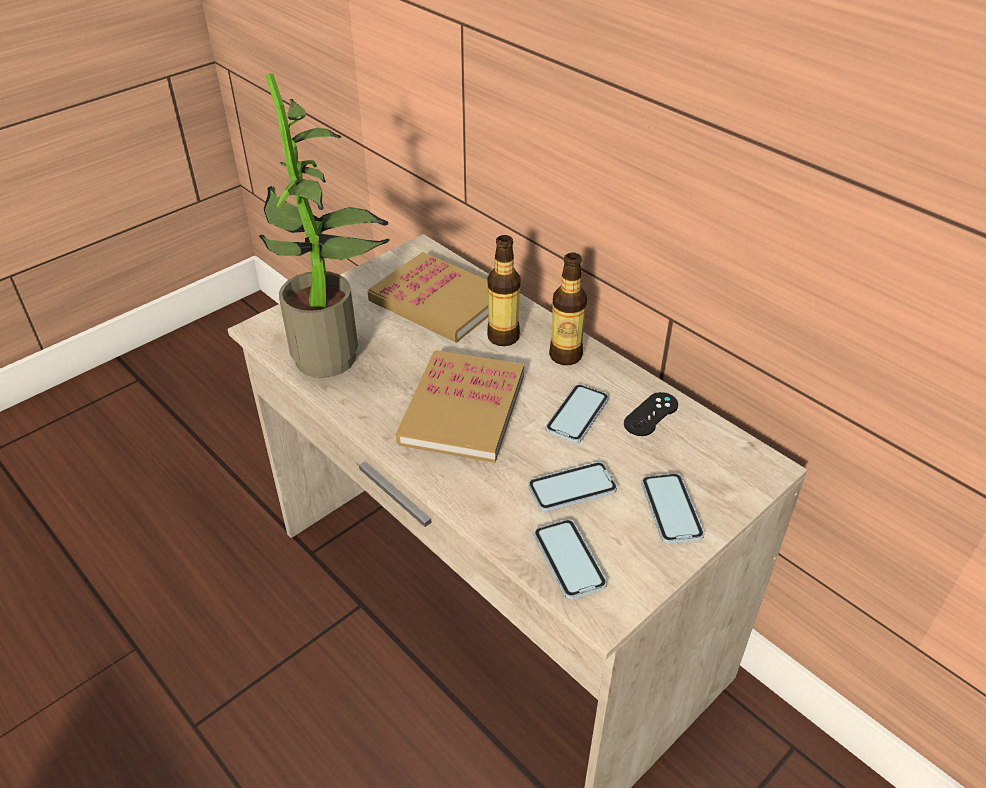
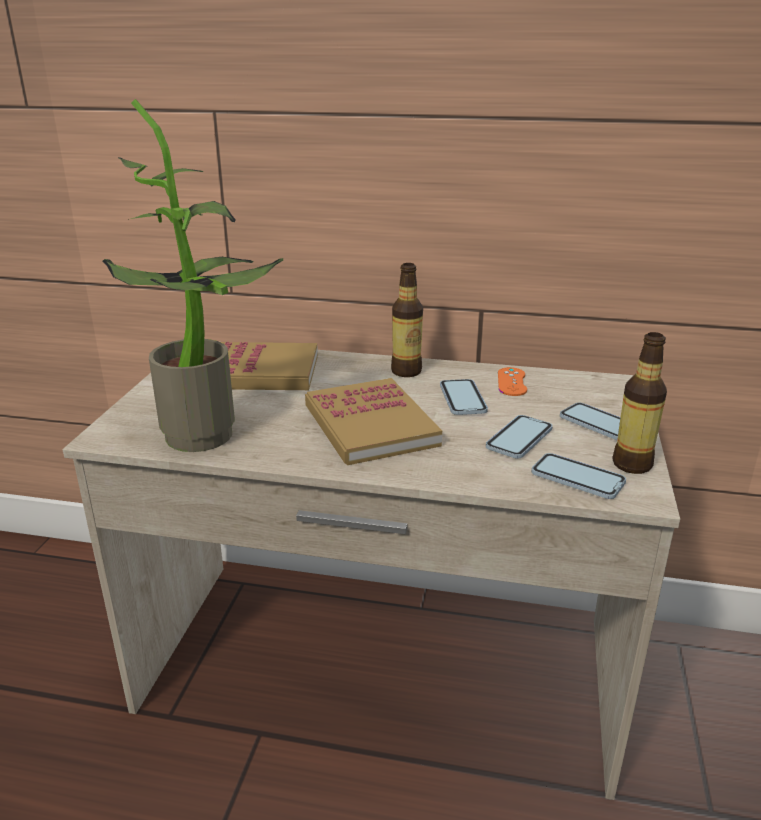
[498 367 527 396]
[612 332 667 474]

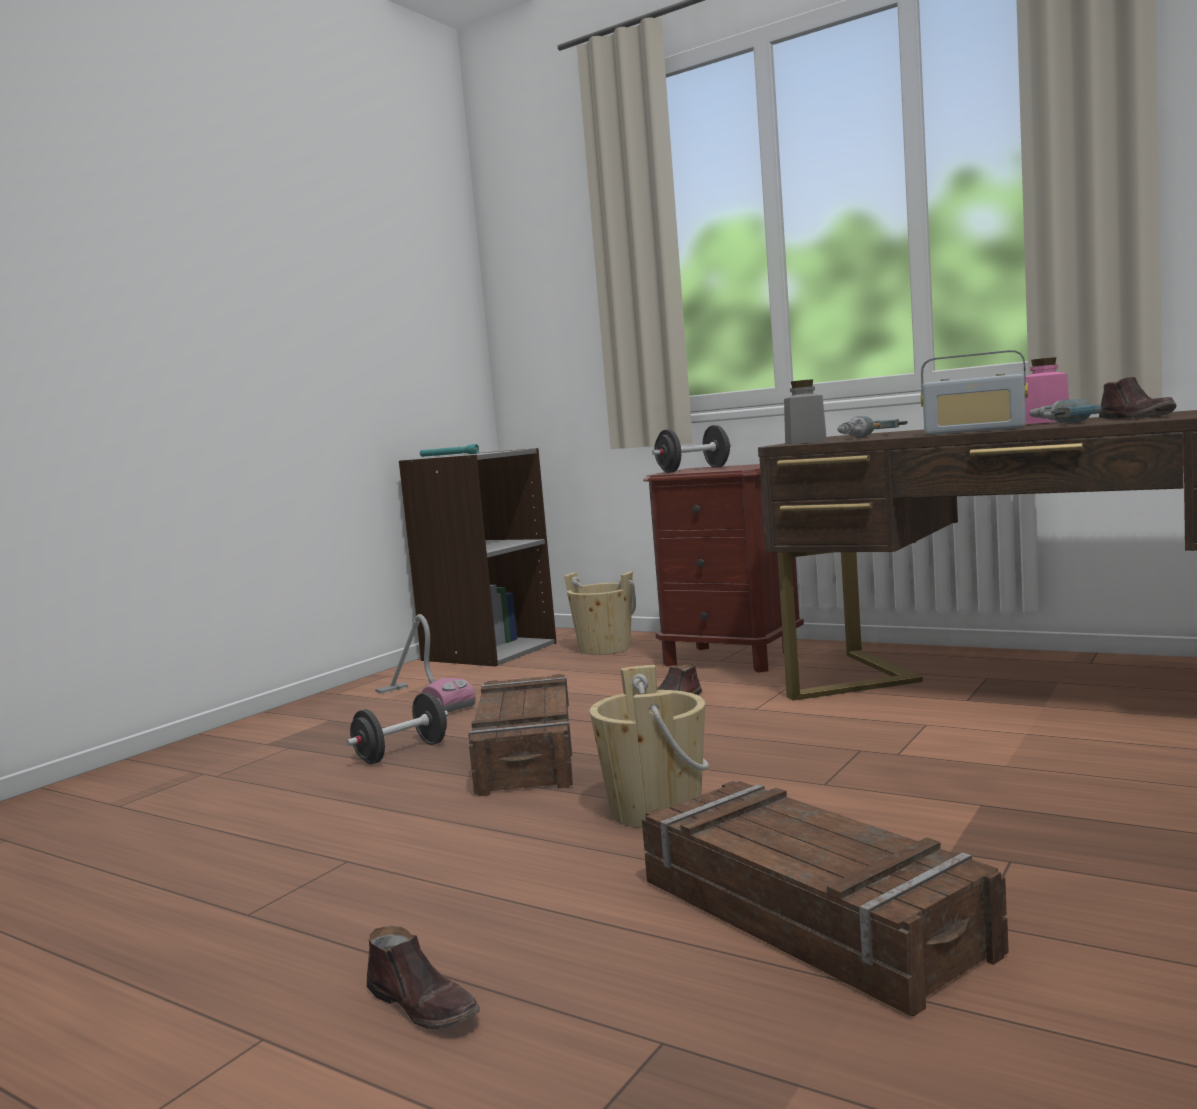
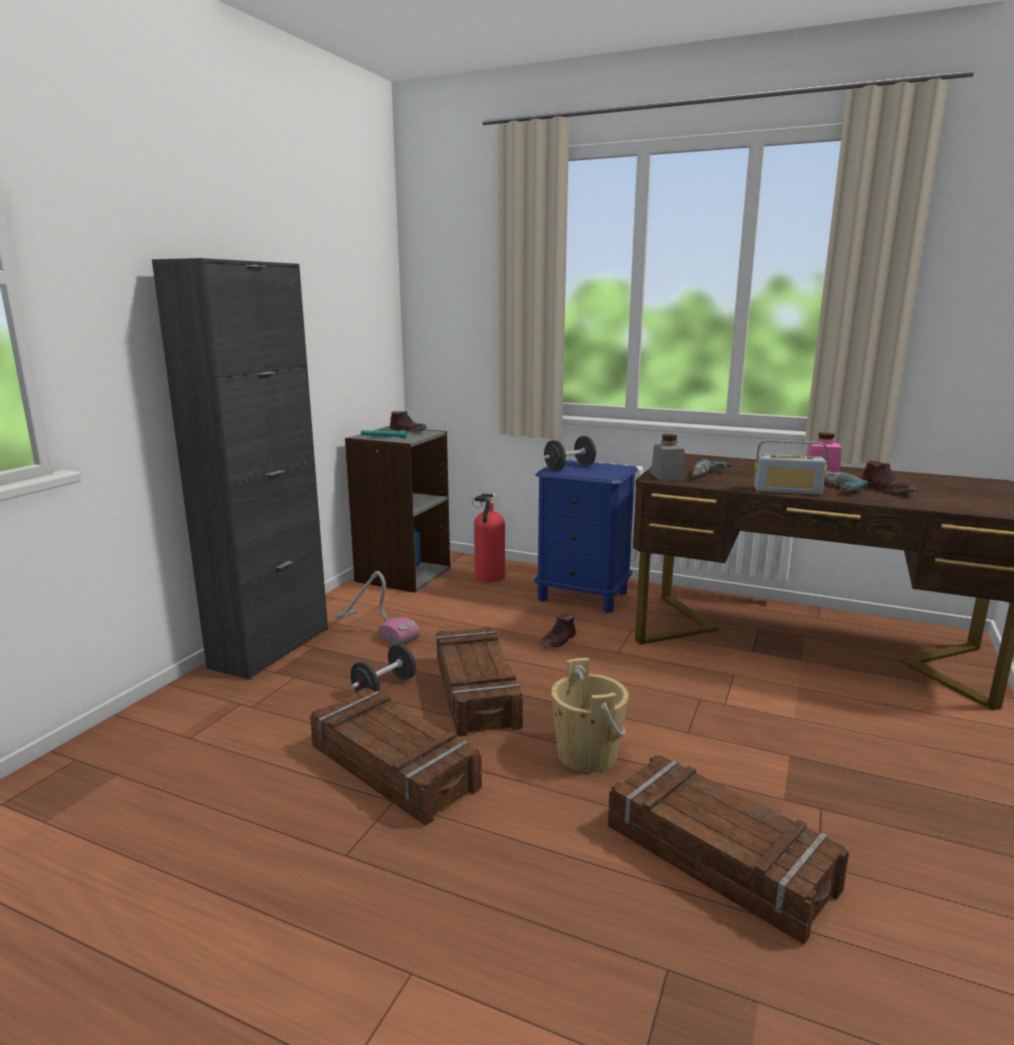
[152 258 328 680]
[310 688 482 825]
[390 411 427 432]
[472 493 505 582]
[534 460 638 613]

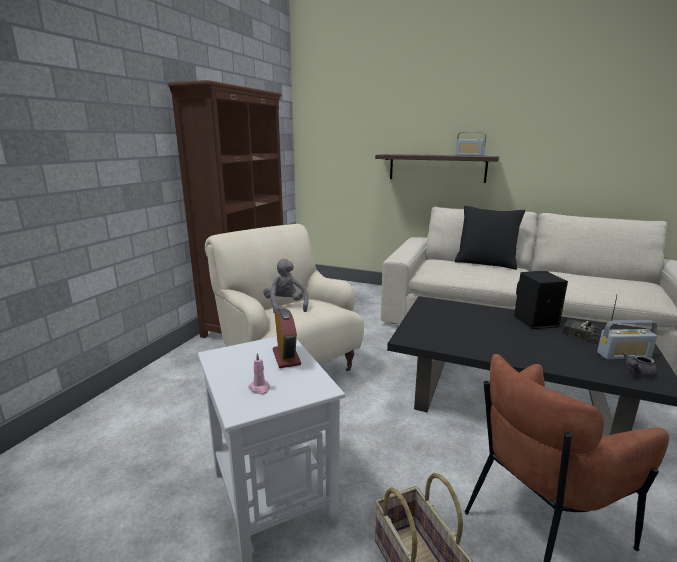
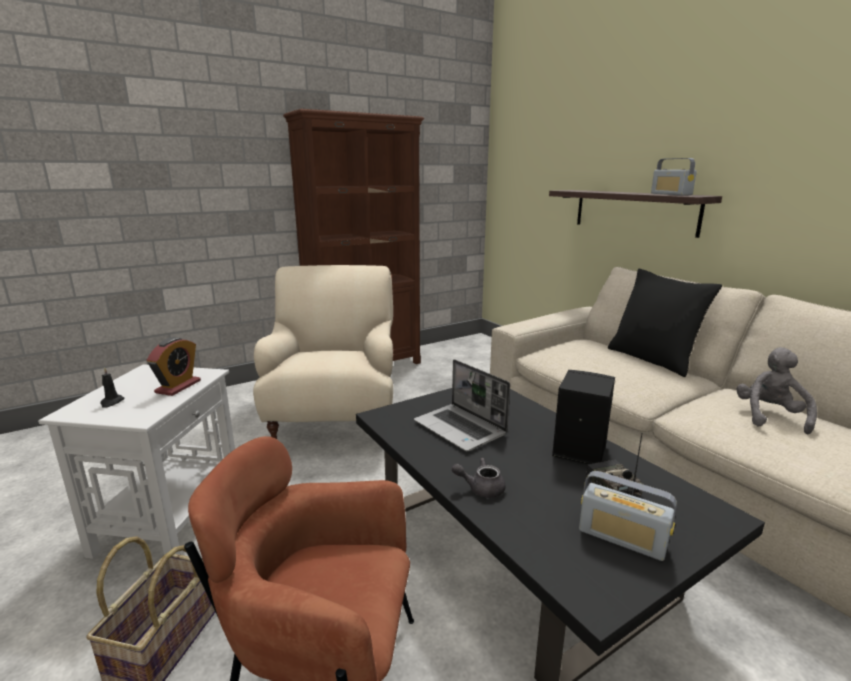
[100 367 125 408]
[414 359 510 451]
[452 458 505 498]
[736 347 817 434]

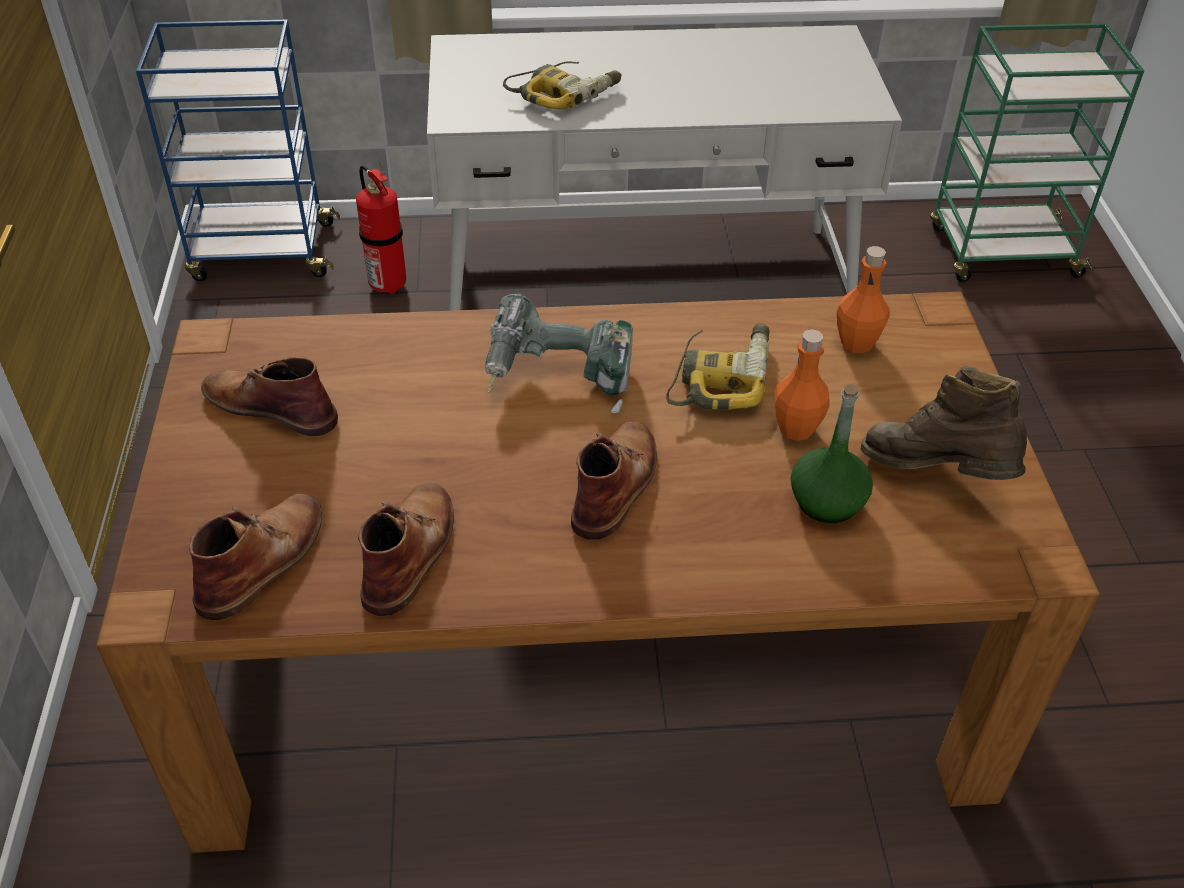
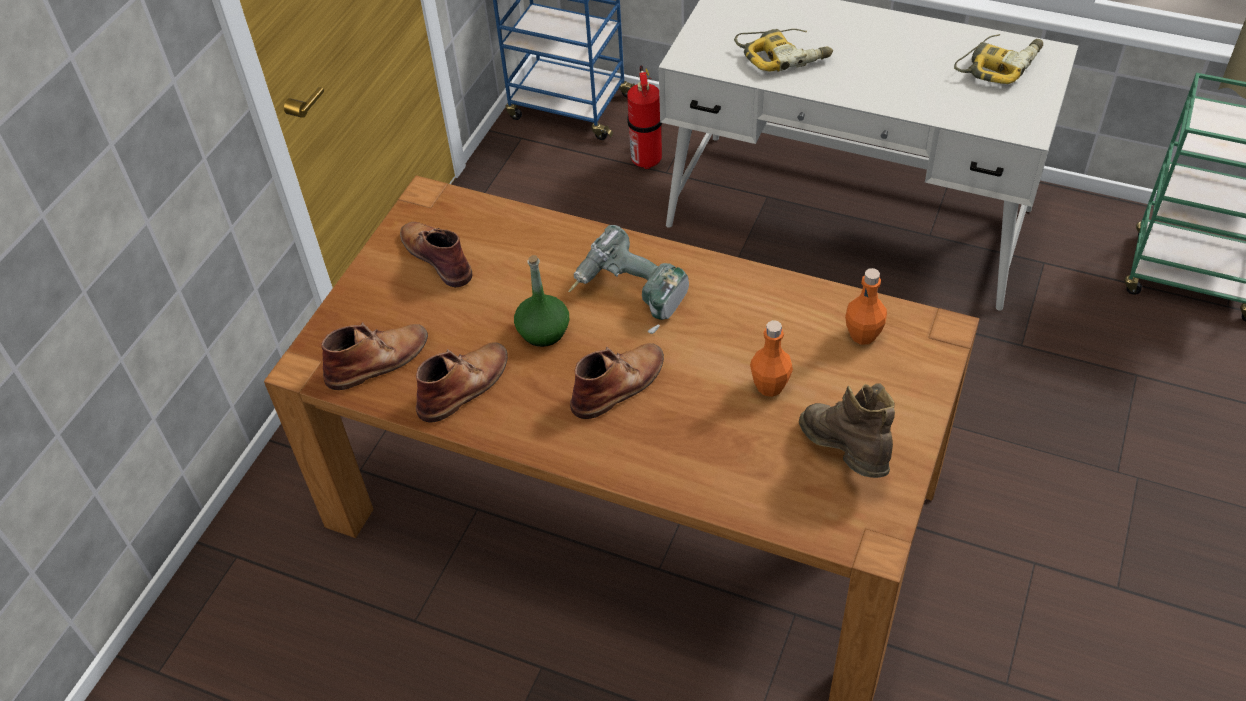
[514 255 569 347]
[954 34 1043 84]

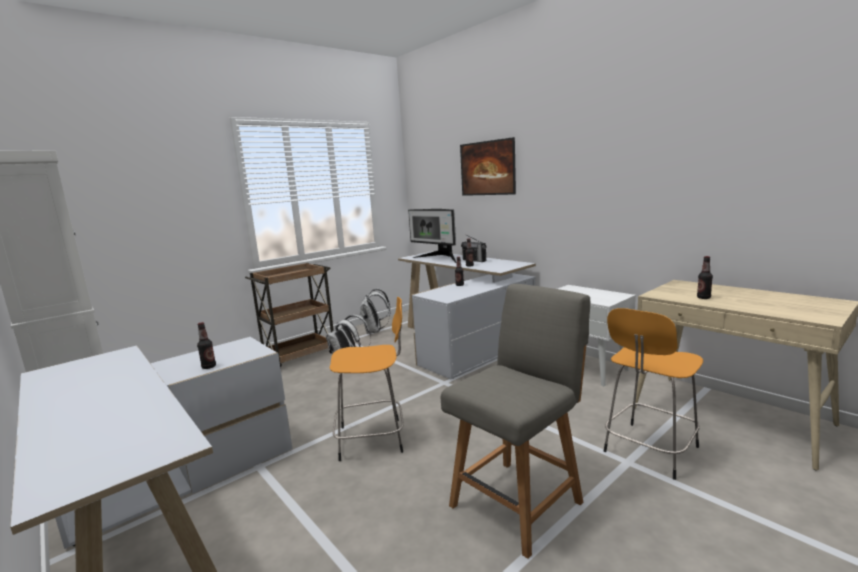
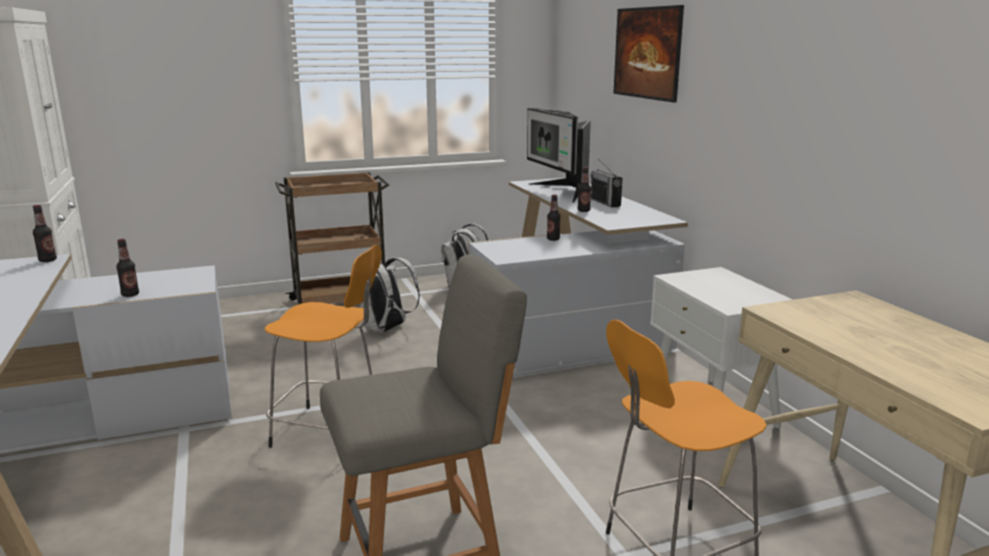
[33 205 57 262]

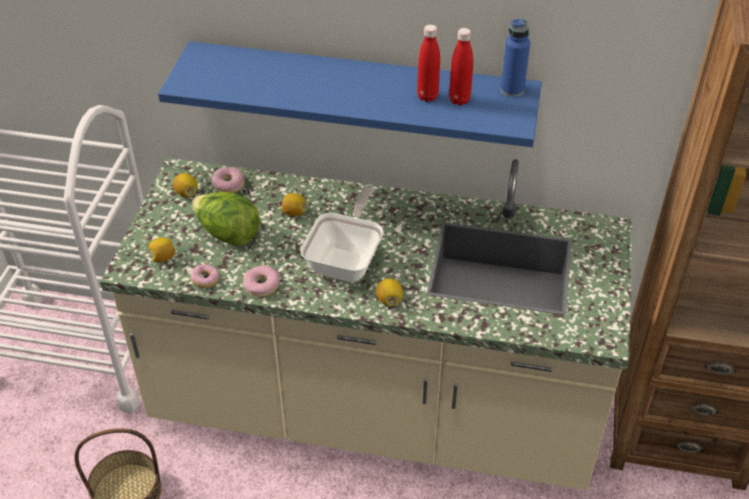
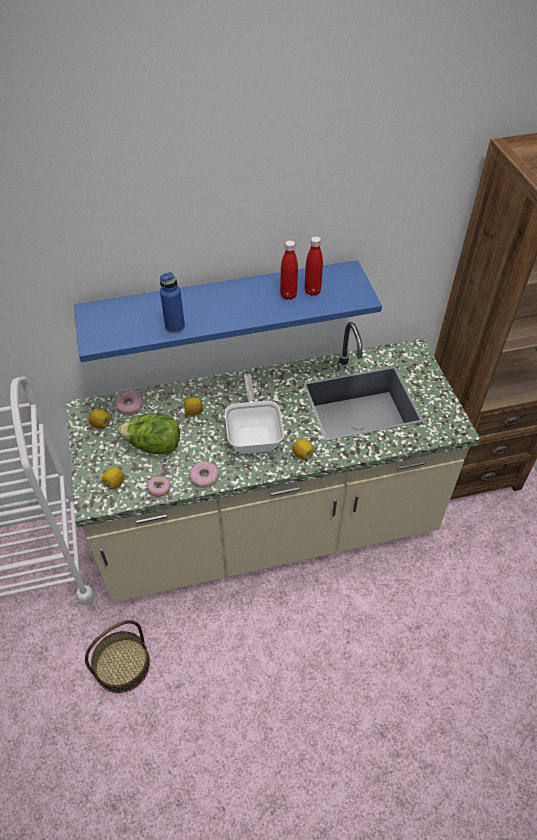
[160 272 185 334]

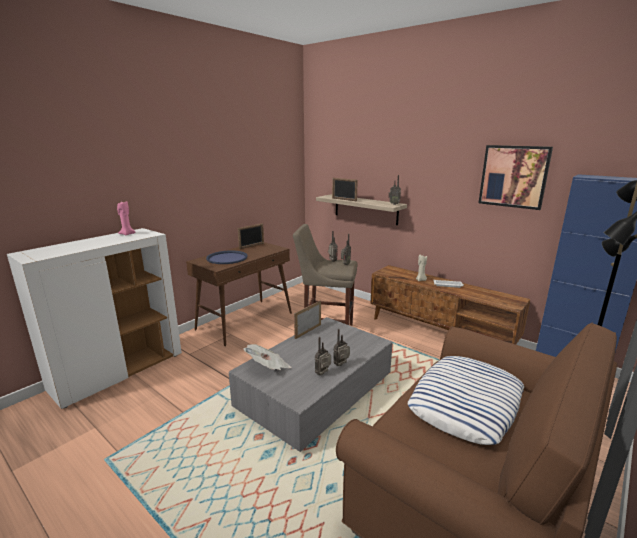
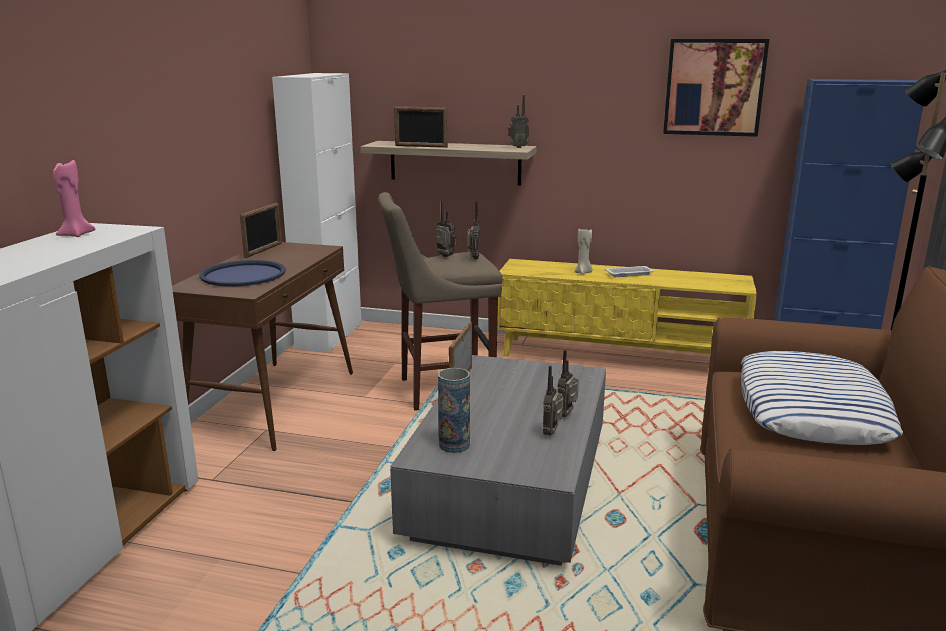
[272 73 362 353]
[438 368 470 453]
[497 259 757 357]

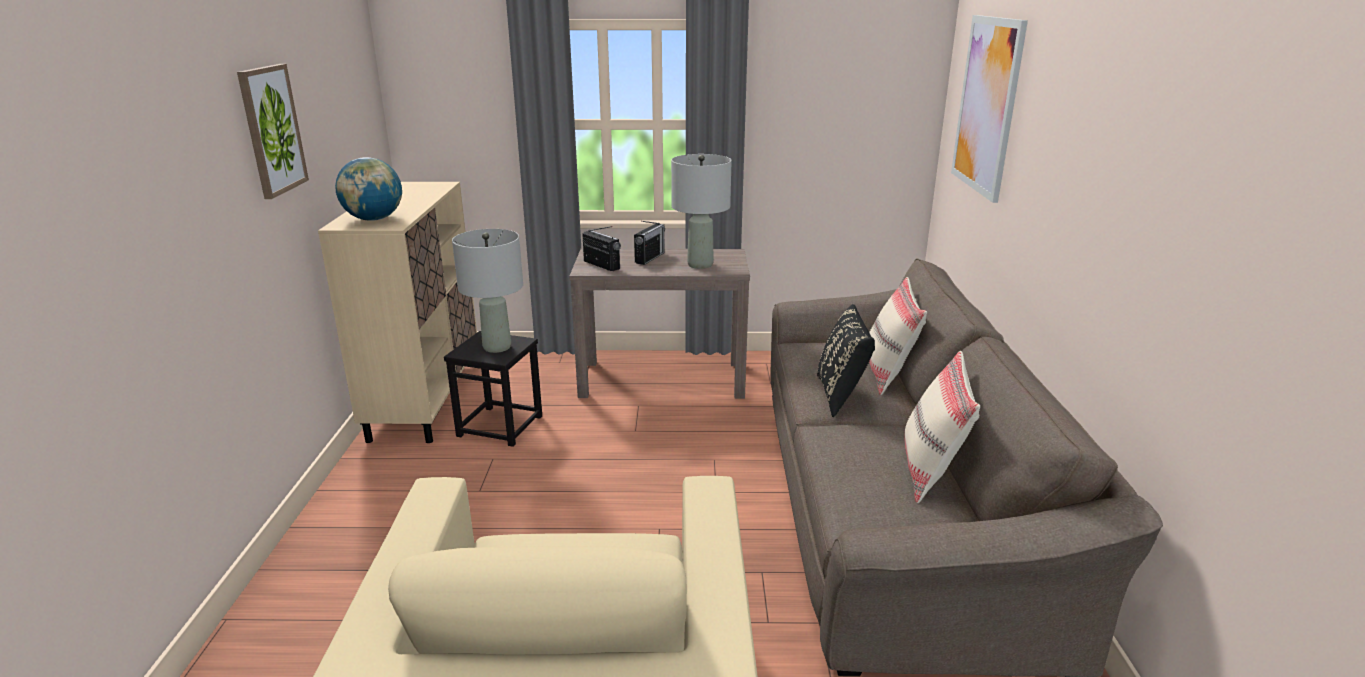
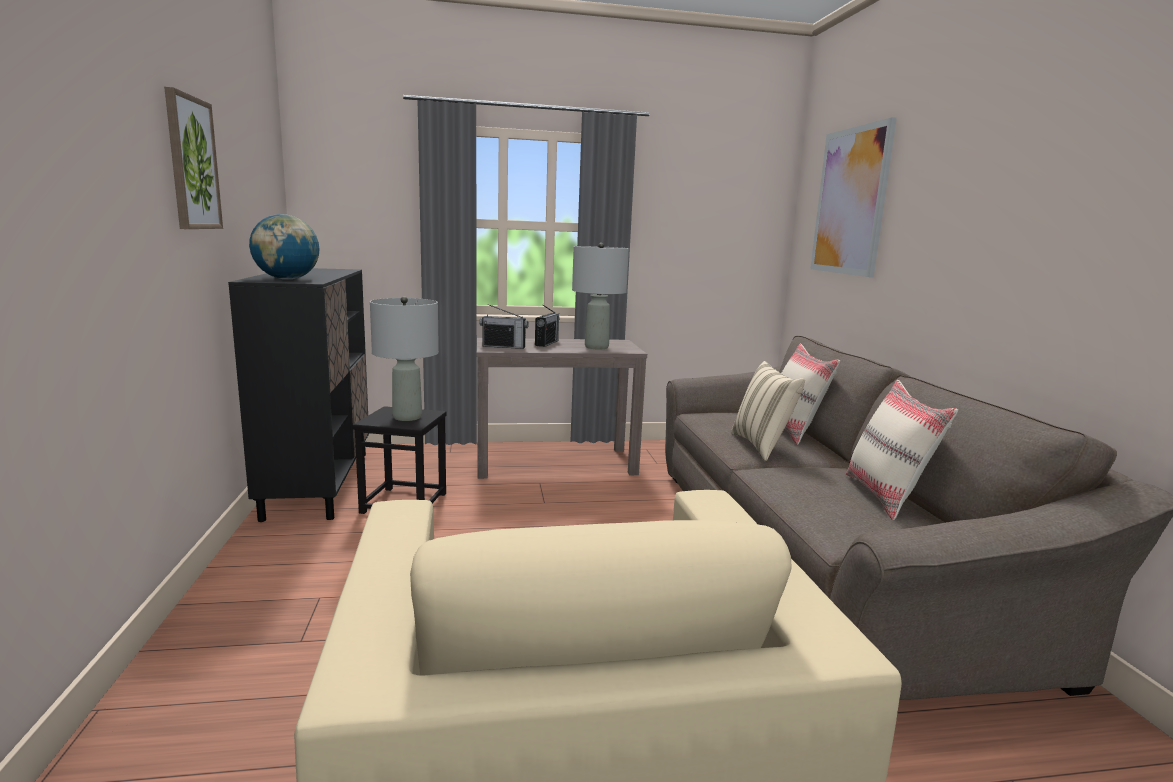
[228 268 369 522]
[479 304 529 349]
[731 361 805 461]

